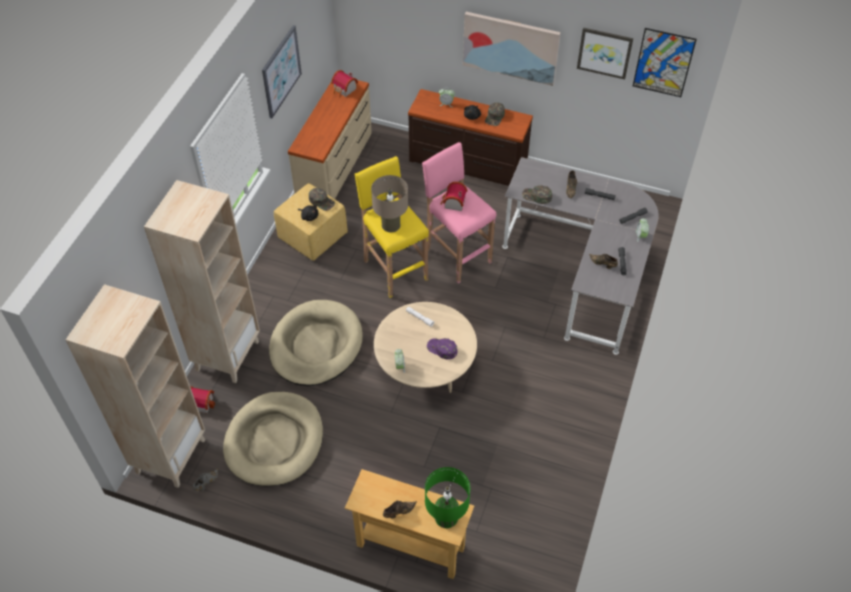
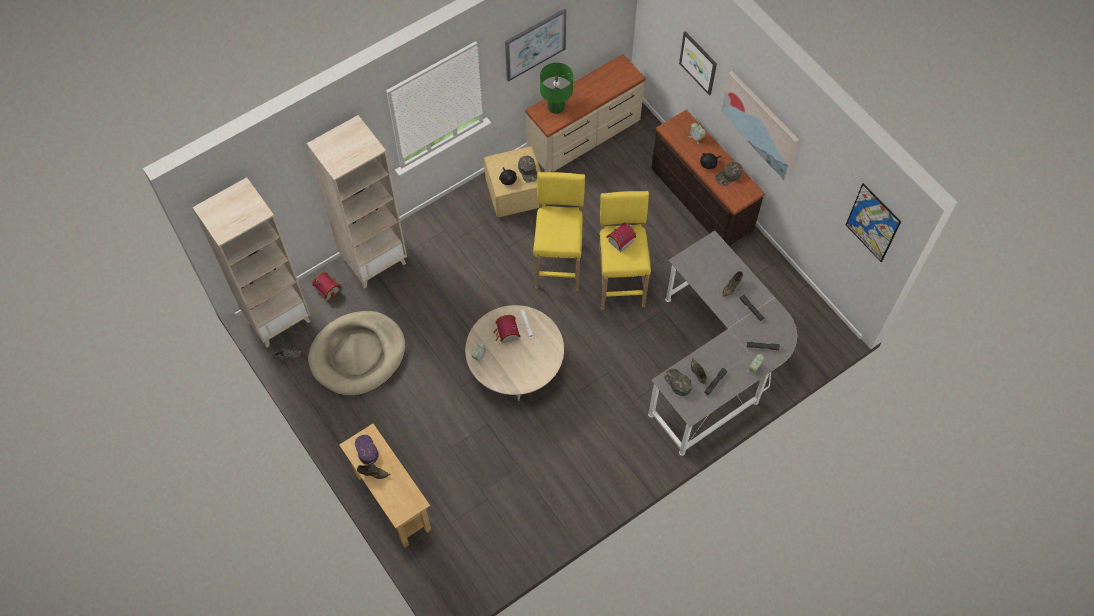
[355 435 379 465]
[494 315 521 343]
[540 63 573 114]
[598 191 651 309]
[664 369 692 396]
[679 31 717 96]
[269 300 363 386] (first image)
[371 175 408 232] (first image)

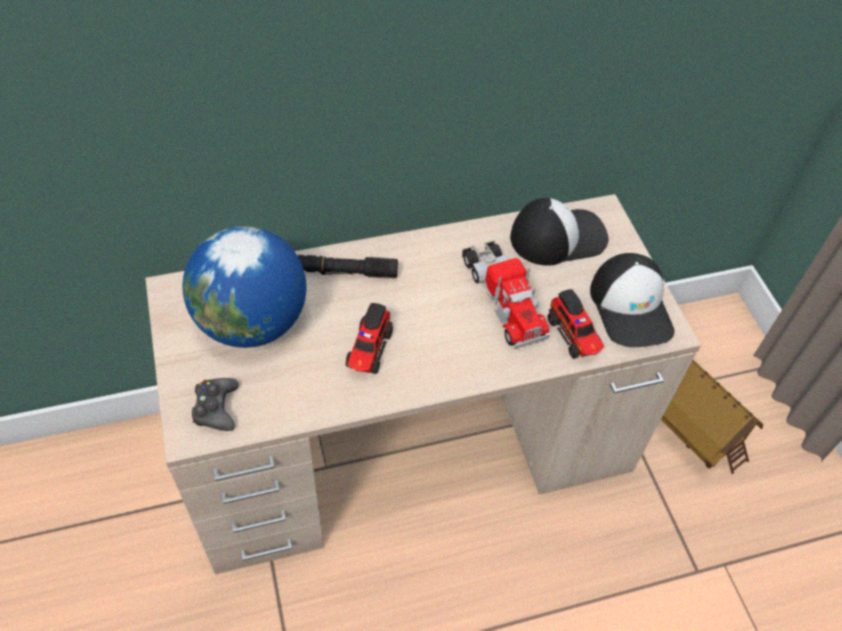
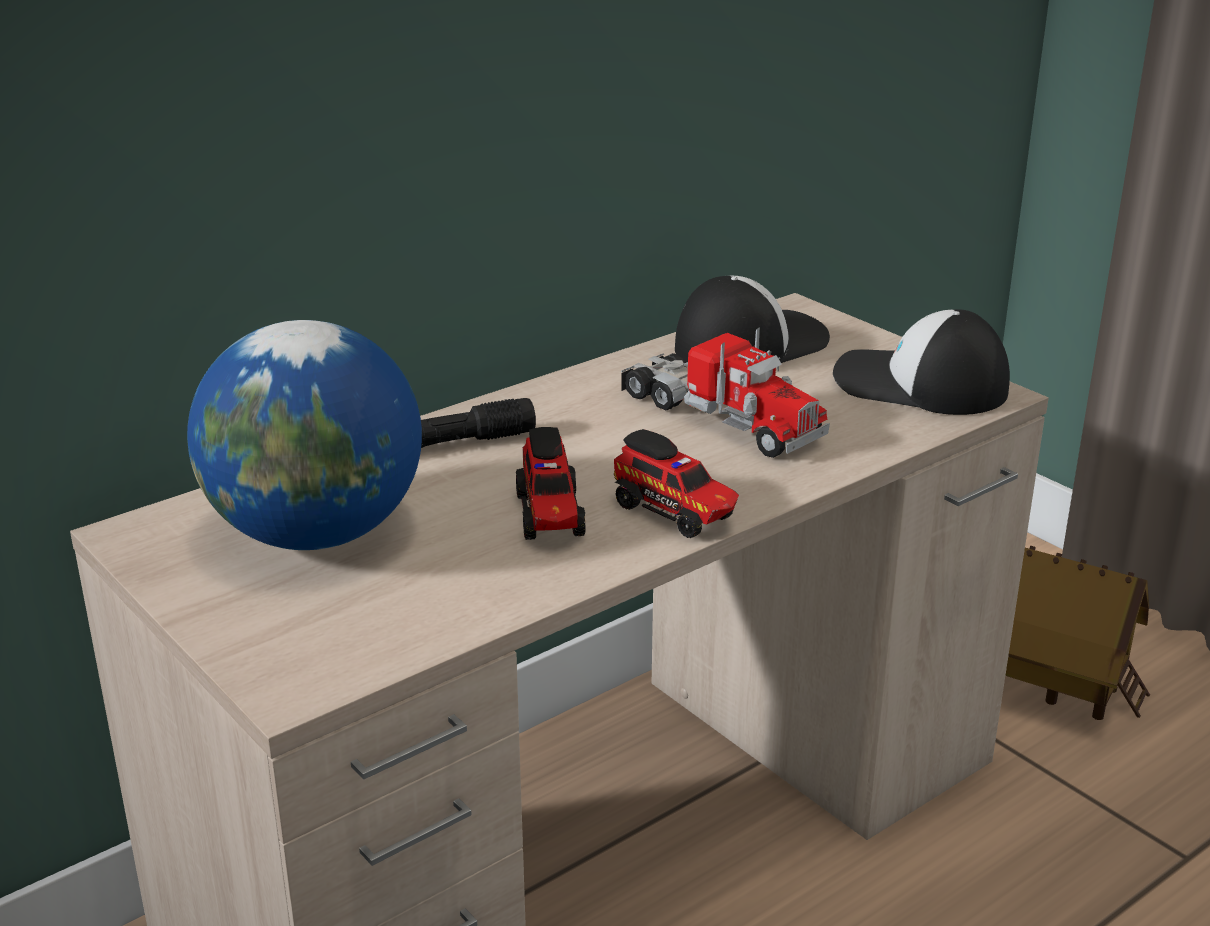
[614 429 739 538]
[833 309 1010 415]
[192 378 239 431] (first image)

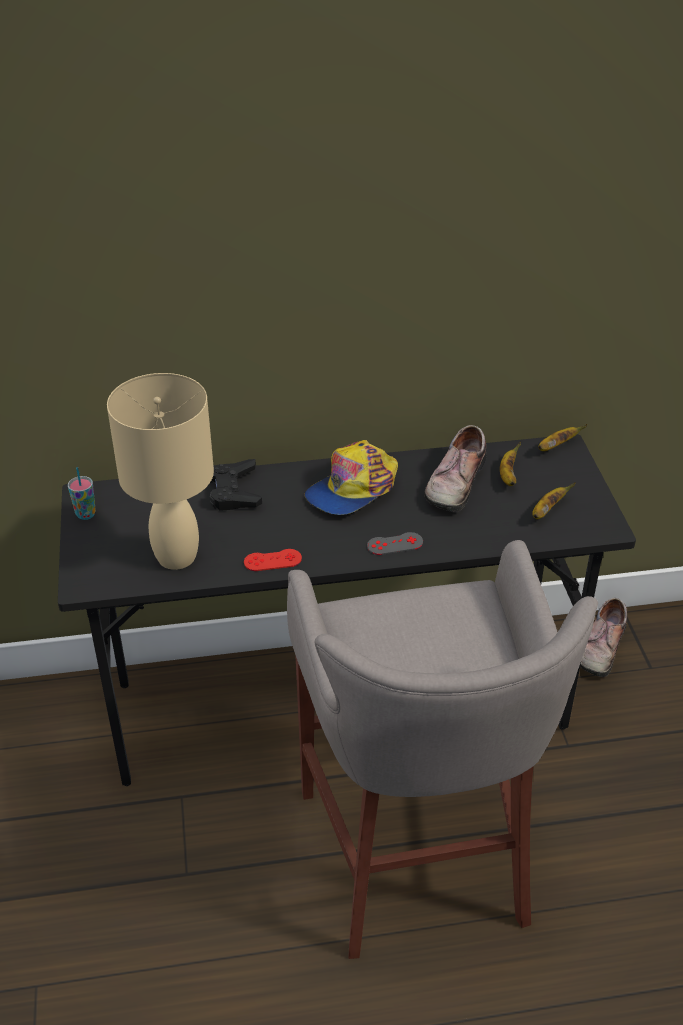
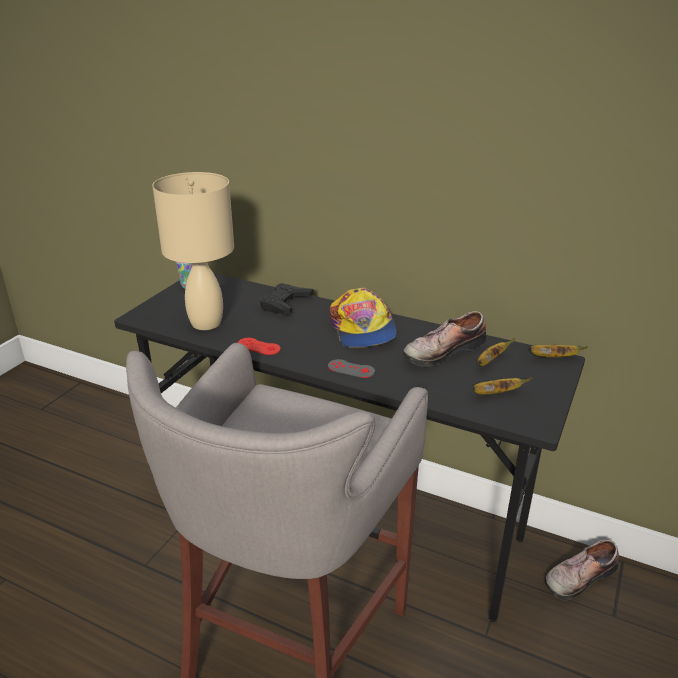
[330 288 396 348]

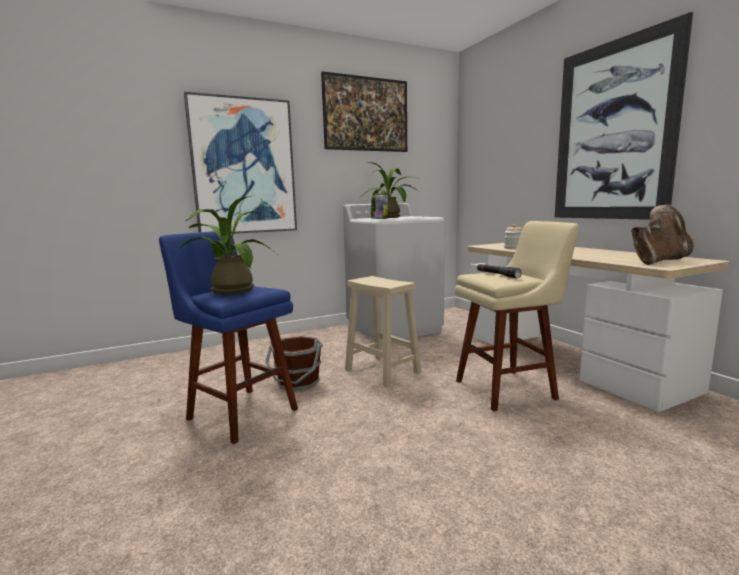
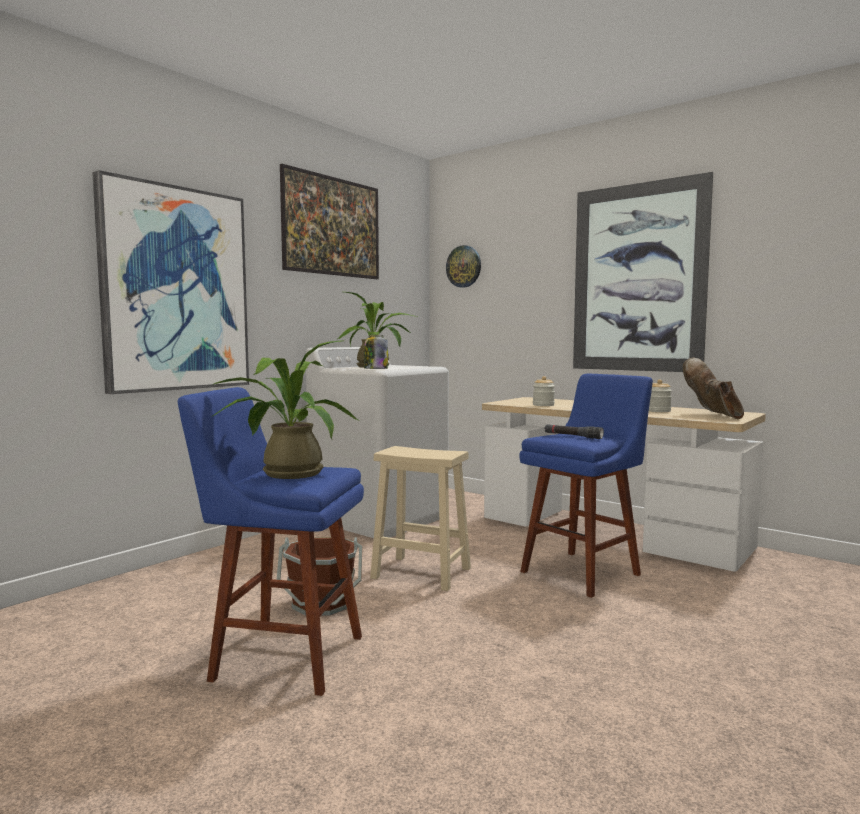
[446 245 481 288]
[519 374 653 598]
[649 380 672 412]
[683 358 744 419]

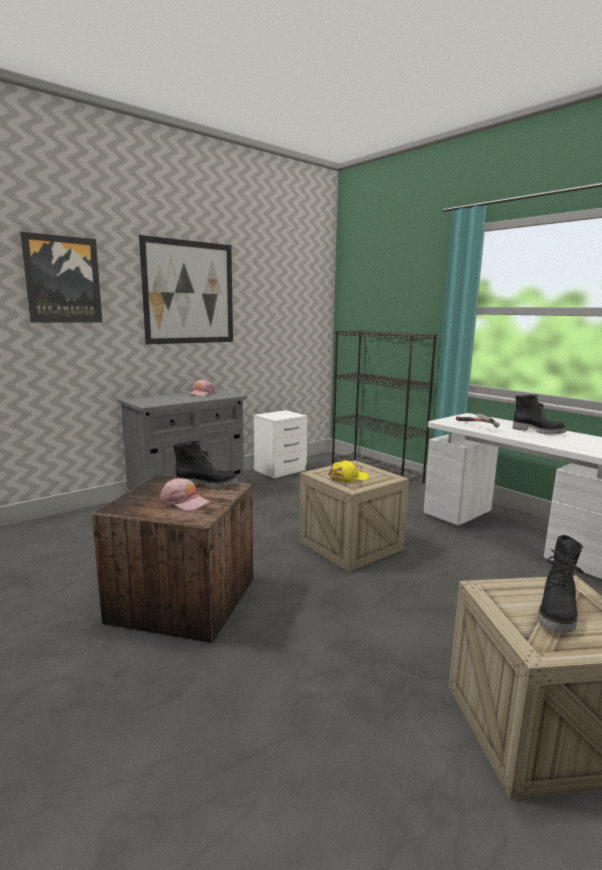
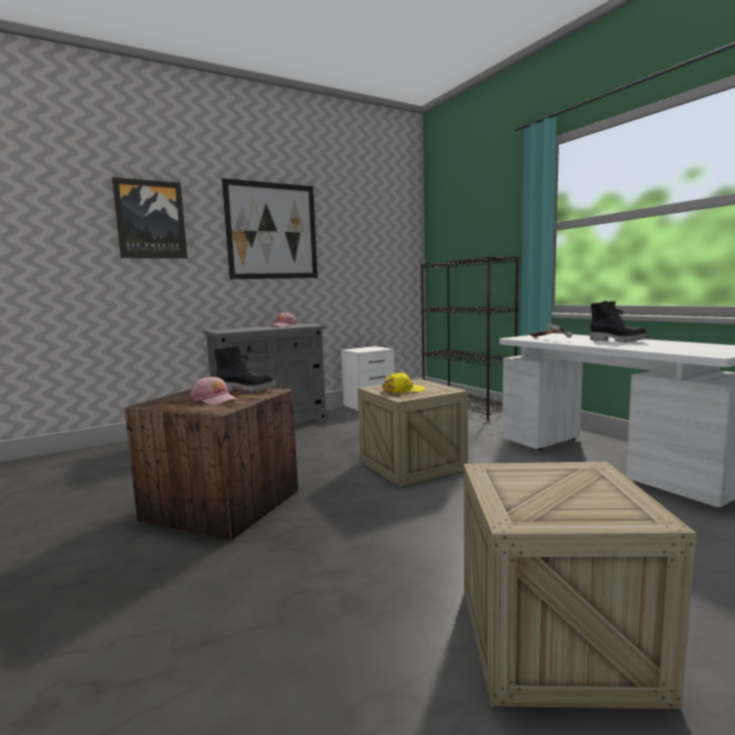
[538 535 584 633] (first image)

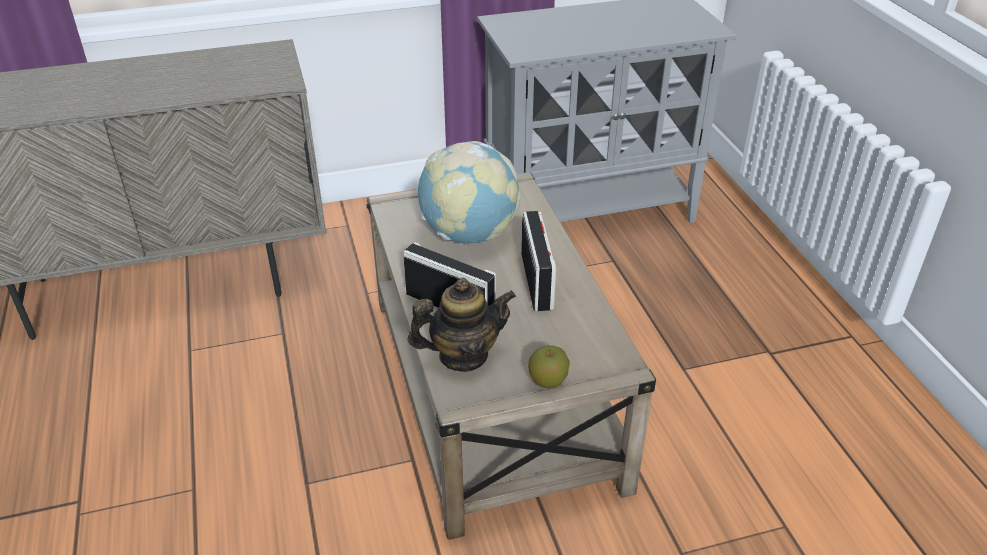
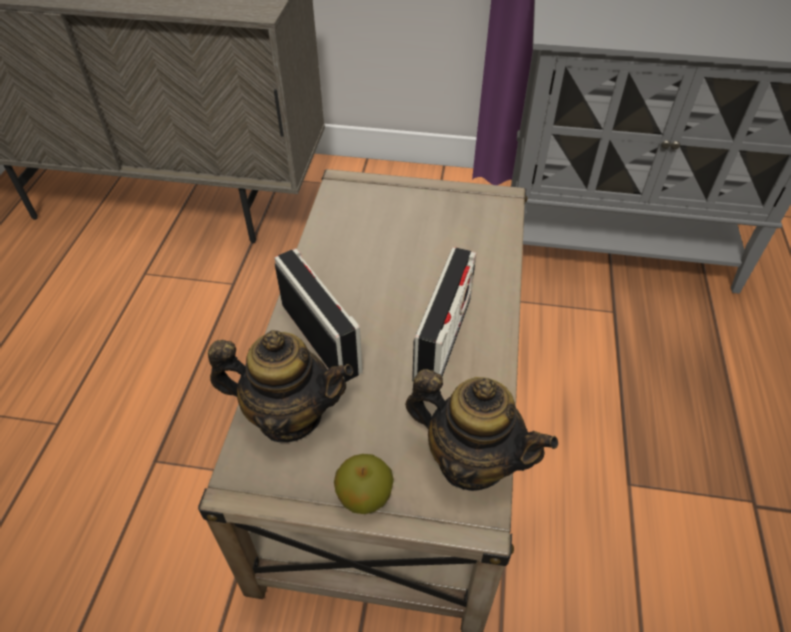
[405 369 558 491]
[418 141 521 244] (first image)

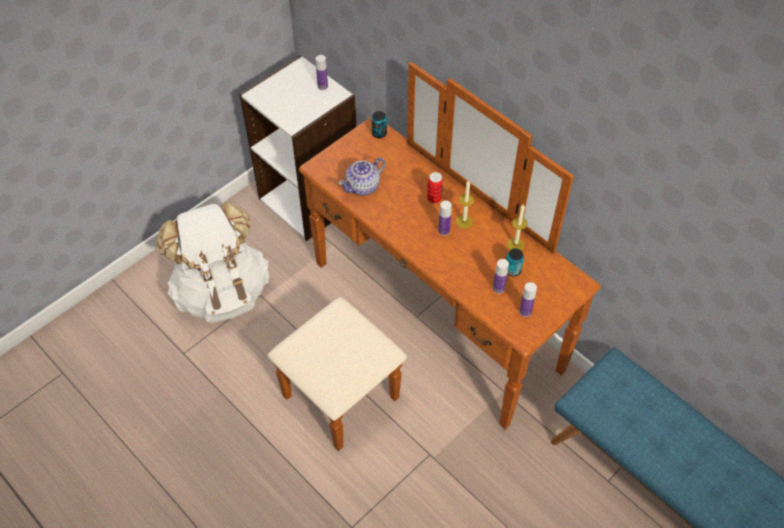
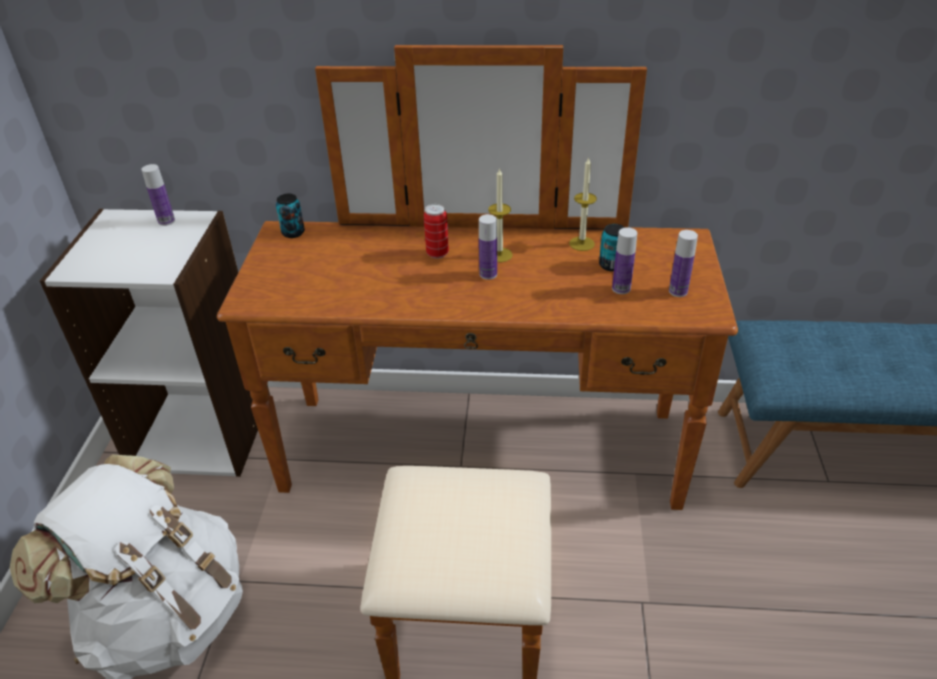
[339 158 386 196] (first image)

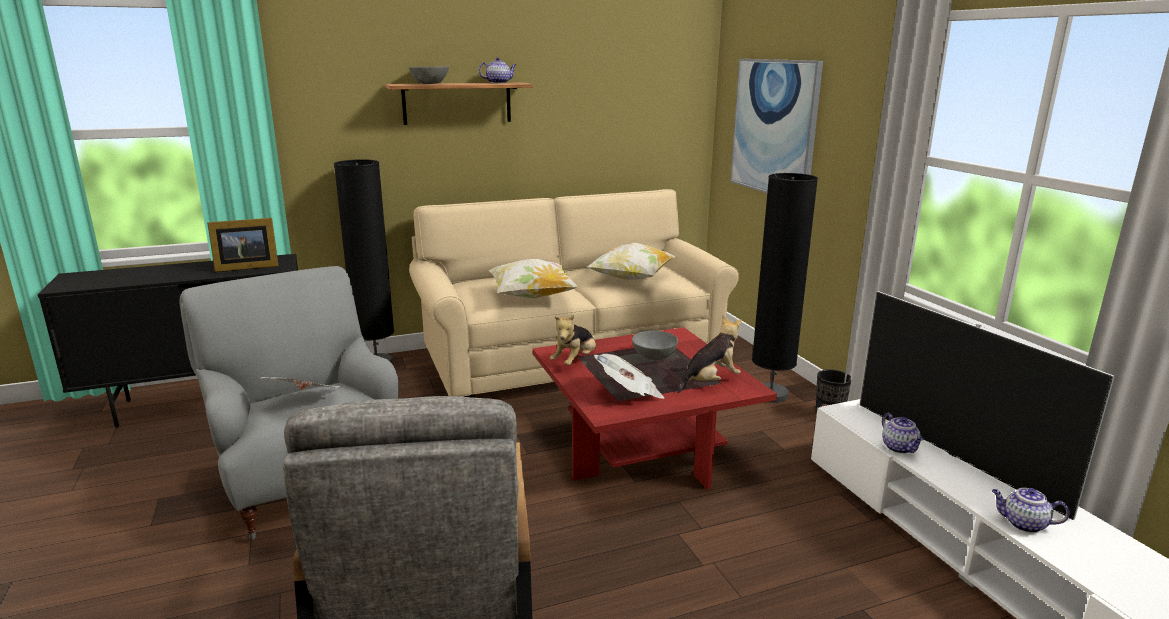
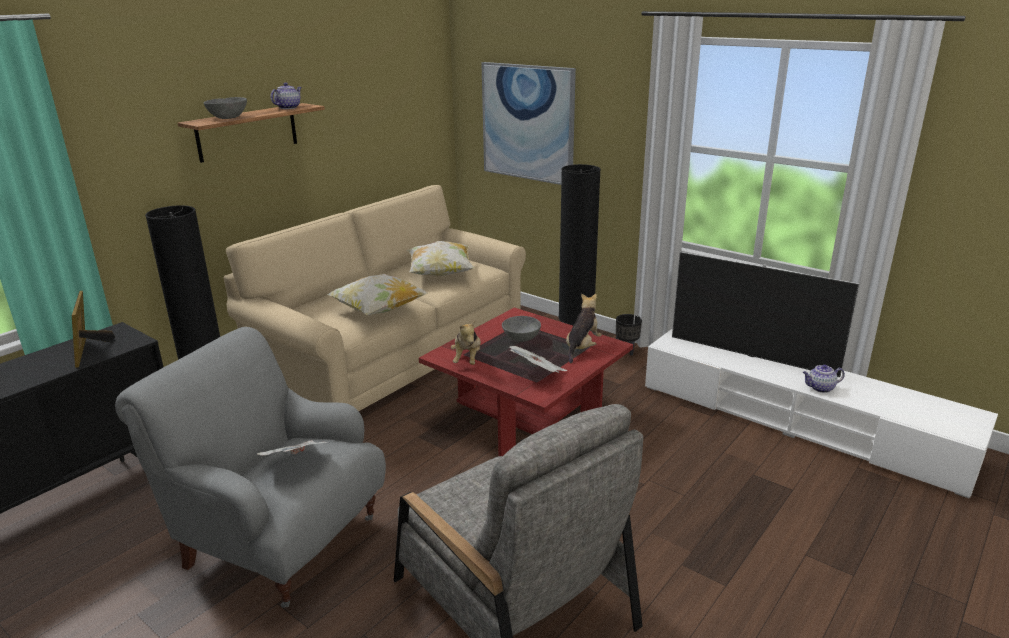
[72 291 115 368]
[882 413 924 454] (first image)

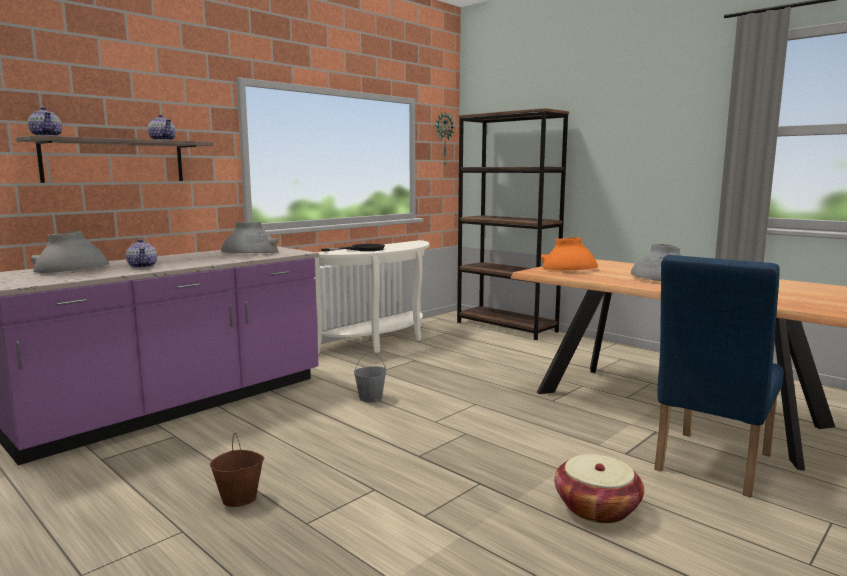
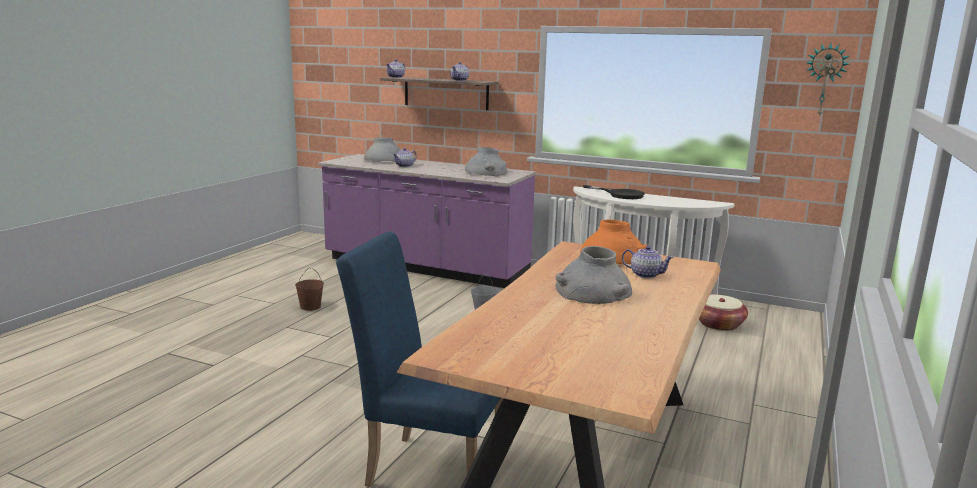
[622 246 674 278]
[699 295 748 331]
[457 108 569 340] (first image)

